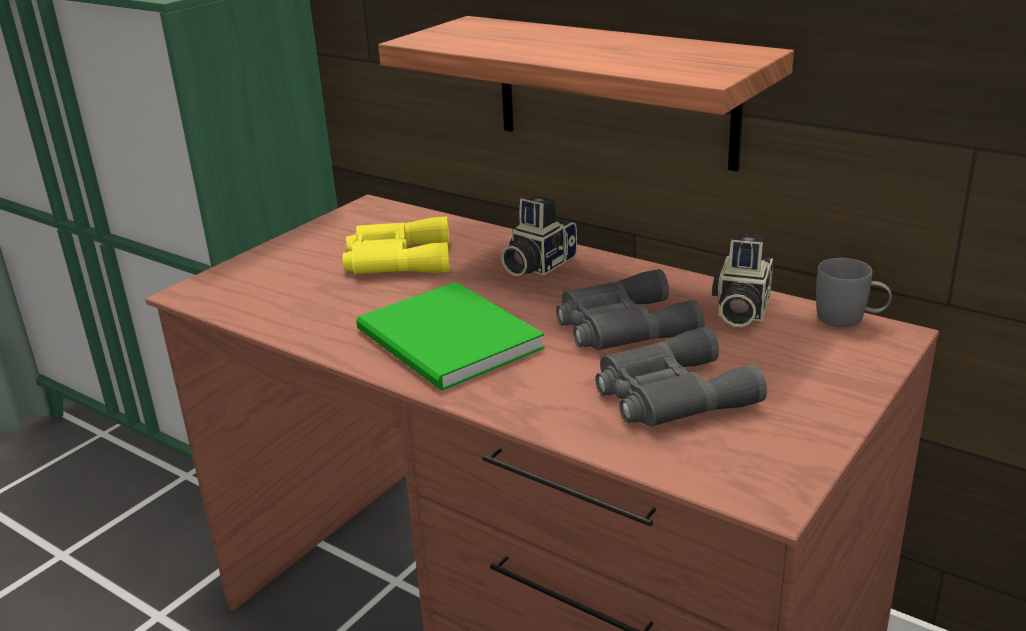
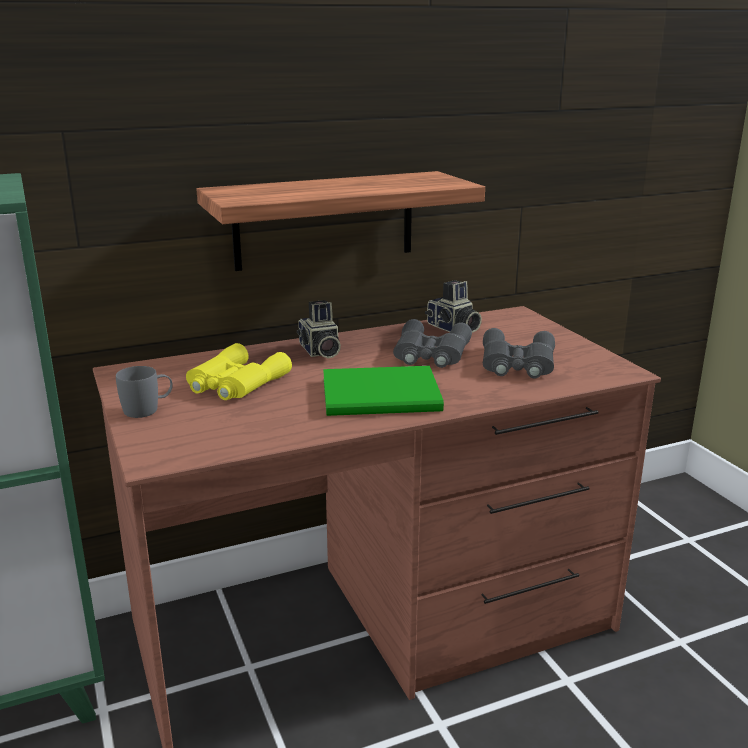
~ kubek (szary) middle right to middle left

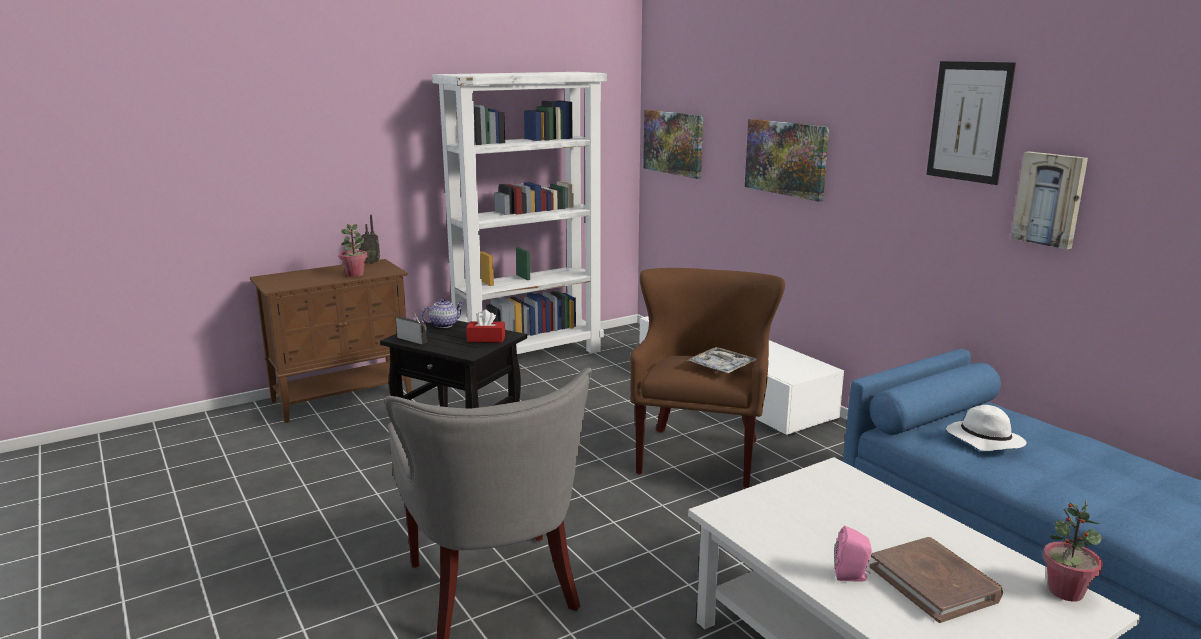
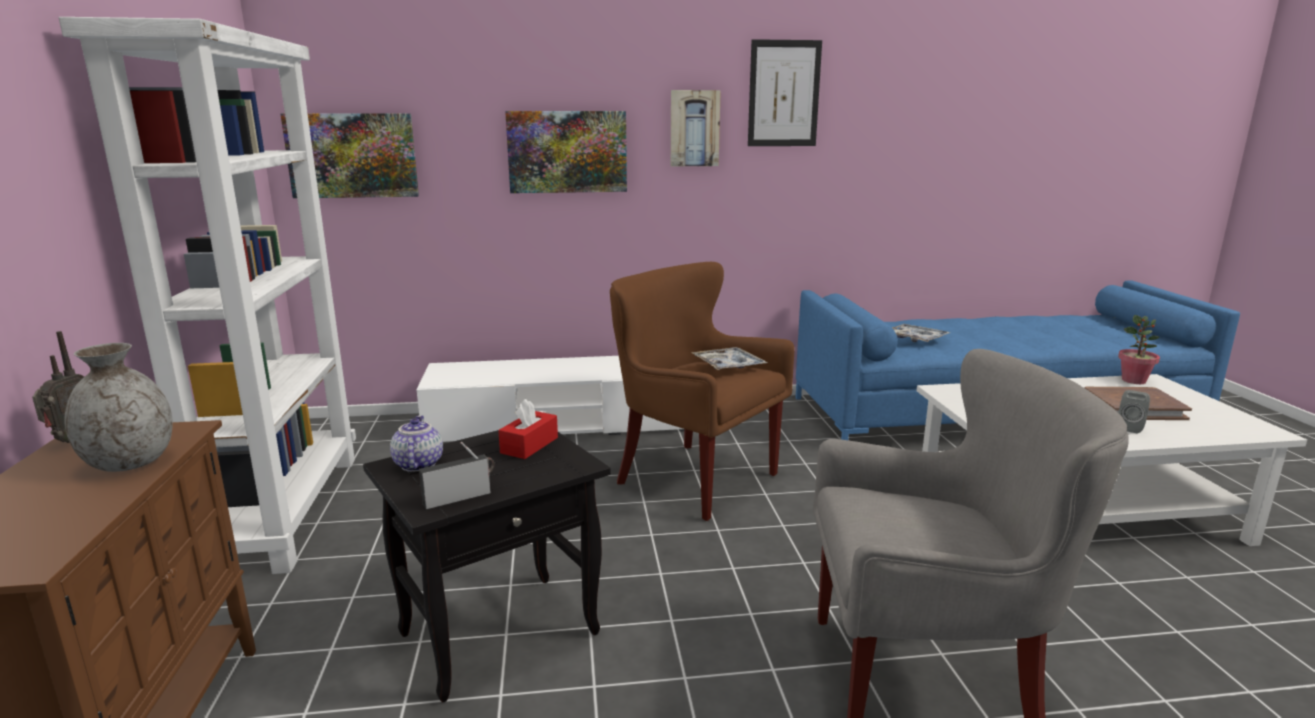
~ roślina doniczkowa (no. 1 from left) middle left to wazon (szary) middle left
~ obraz (no. 4 from left in the first image) top right to obraz (no. 3 from left) top centre
~ kapelusz (biały) bottom right to taca (no. 2 from left) middle right
~ głośnik (różowy) bottom right to głośnik (szary) middle right

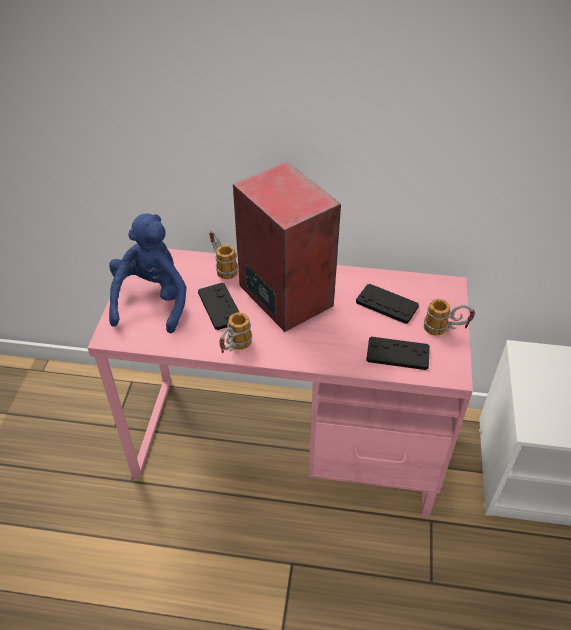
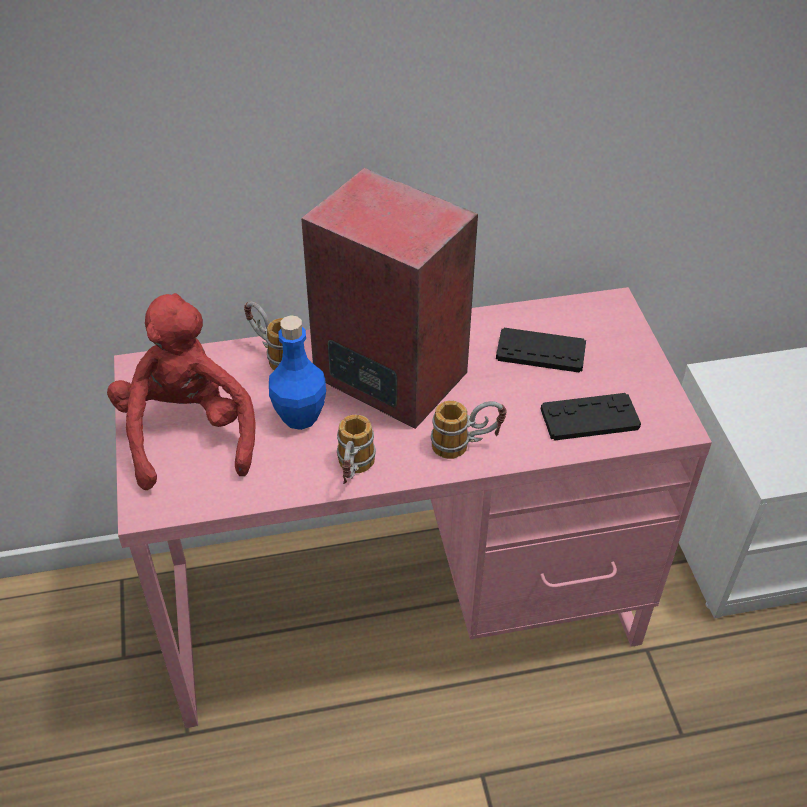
~ pluszak (niebieski) middle left to pluszak (czerwony) middle left
~ pad do gier (czarny) (no. 1 from left) centre to butelka (niebieski) centre
~ kubek (no. 3 from left) middle right to centre

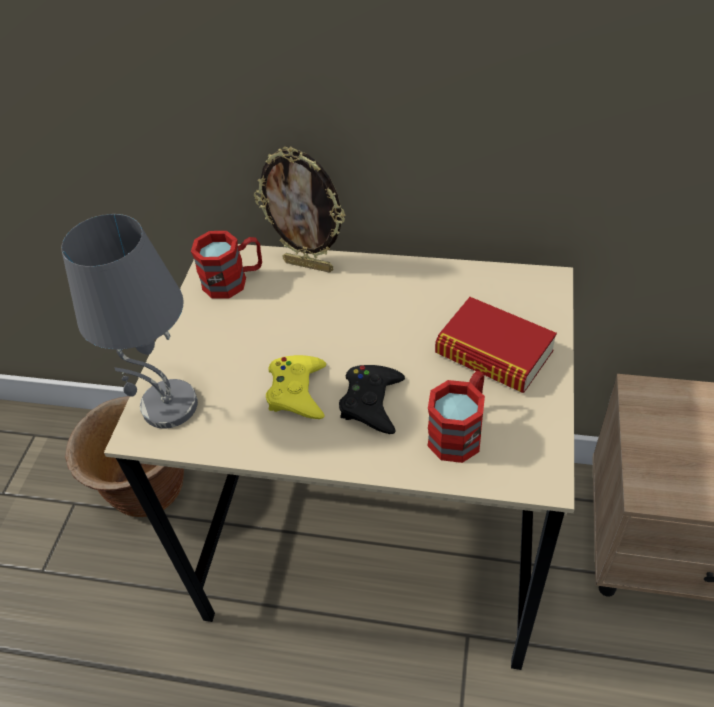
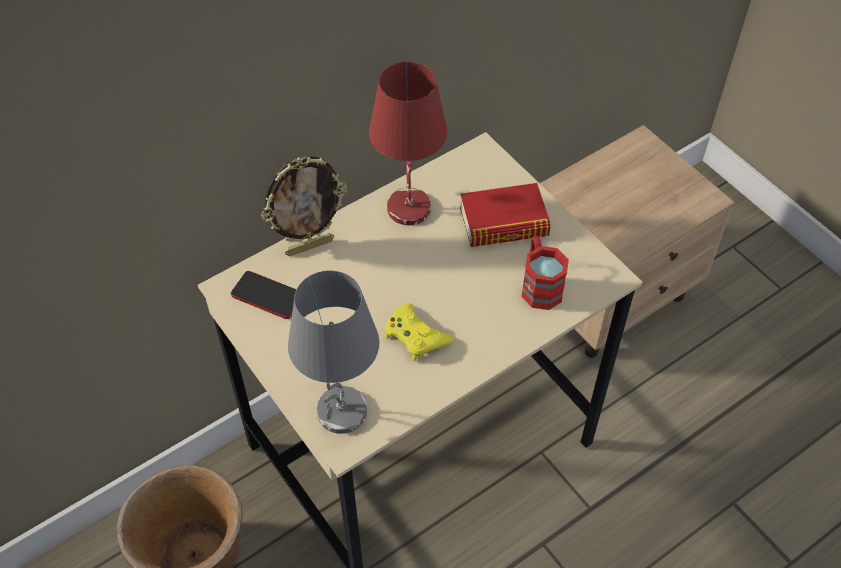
~ kubek (czerwony) (no. 1 from left) middle left to telefon middle left
+ lampa stołowa (czerwony) top centre
- pad do gier (czarny) centre

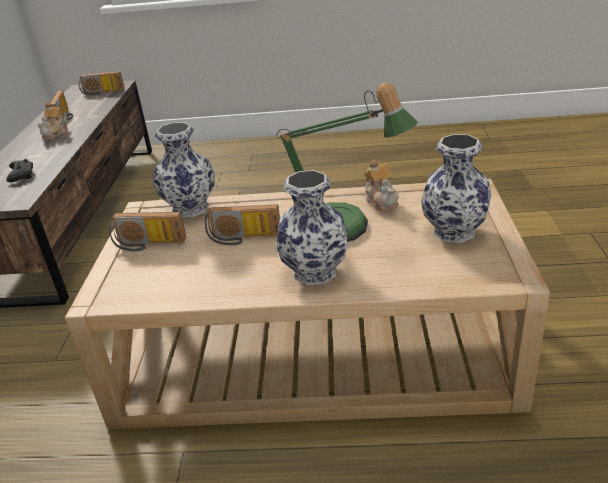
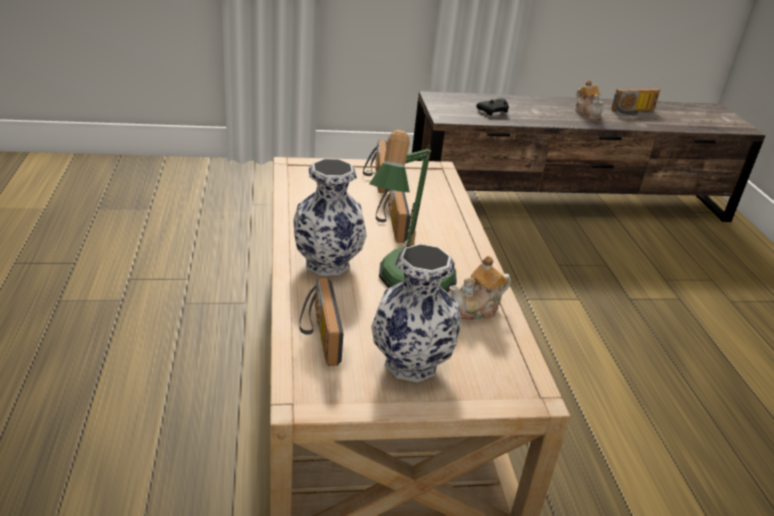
~ radio (no. 2 from left in the first image) top left to radio (no. 1 from left) centre
~ imbryk (no. 1 from left in the first image) top left = top right 120 degrees counterclockwise
- wazon (no. 1 from left) middle left

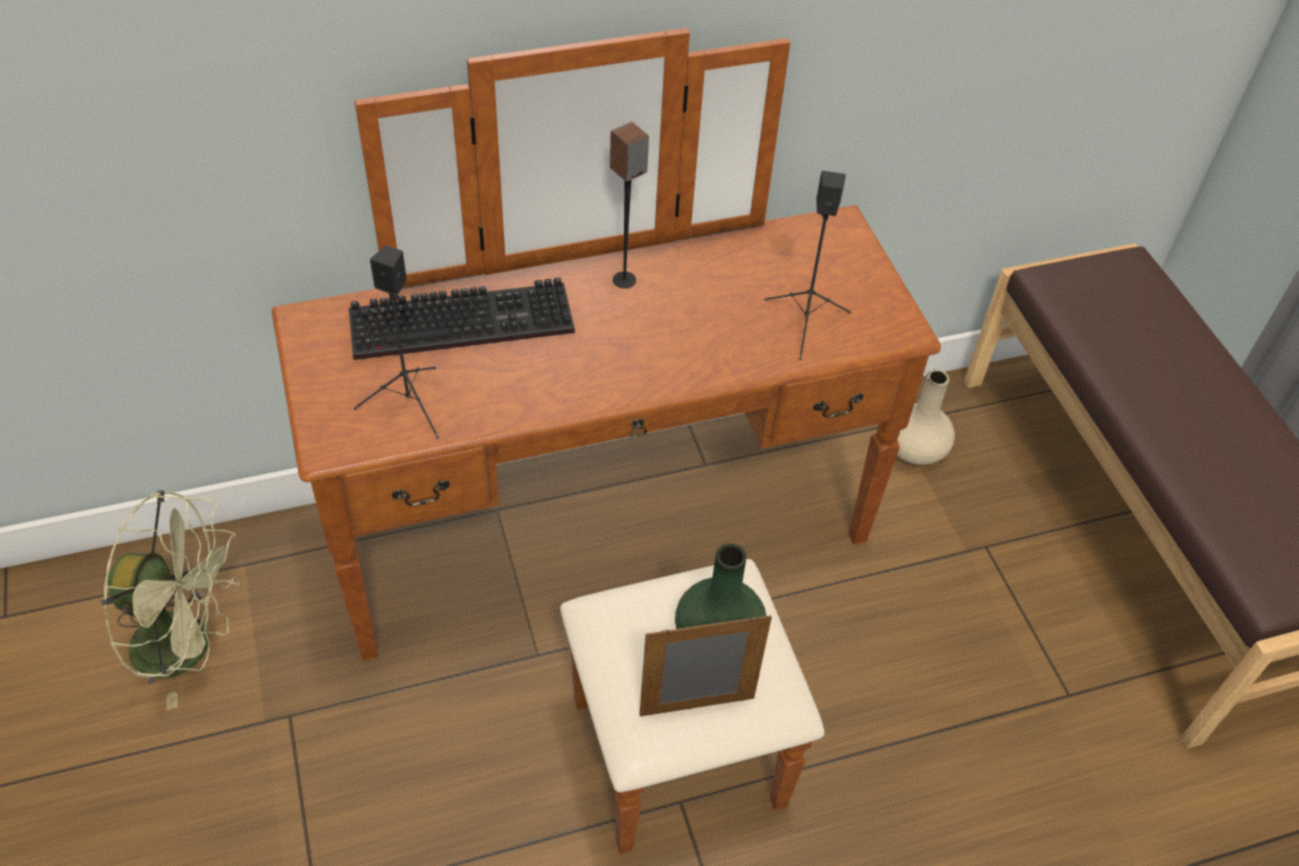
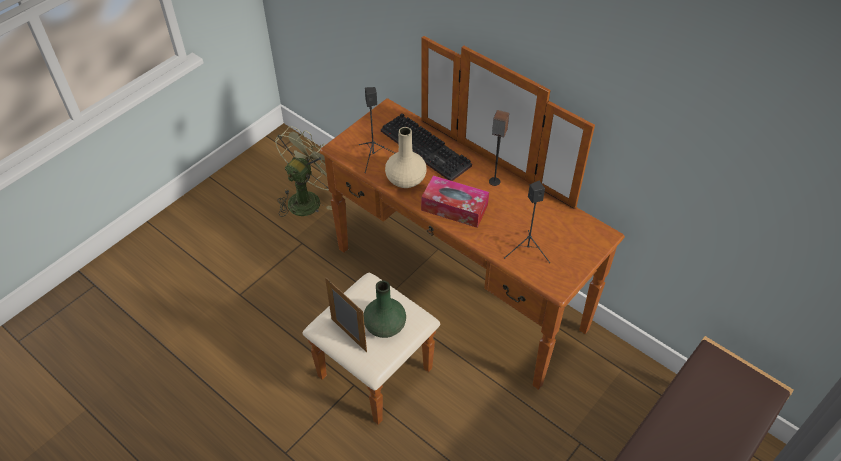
~ wentylator (zielony) bottom left = centre 120 degrees counterclockwise
~ wazon (beżowy) middle right to centre
+ pudełko chusteczek centre

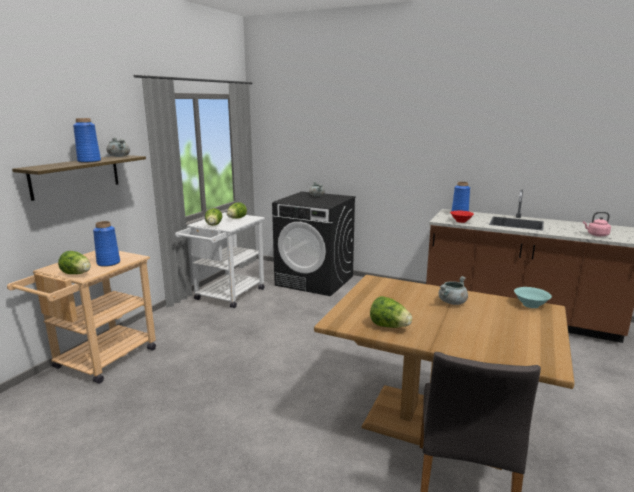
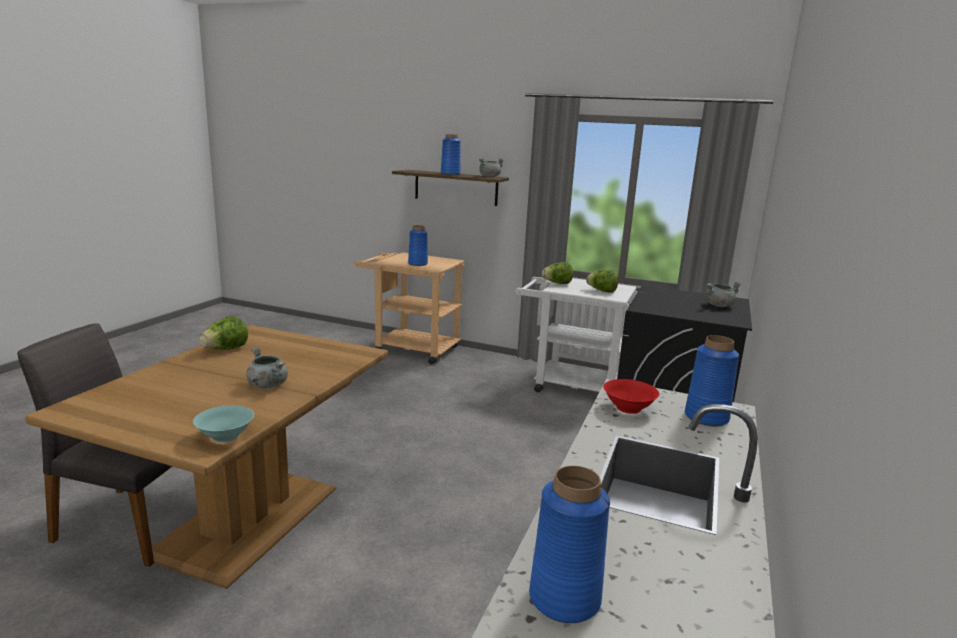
~ czajnik (różowy) middle right to wazon (niebieski) (no. 3 from left) bottom centre
- sałata (no. 1 from left) middle left

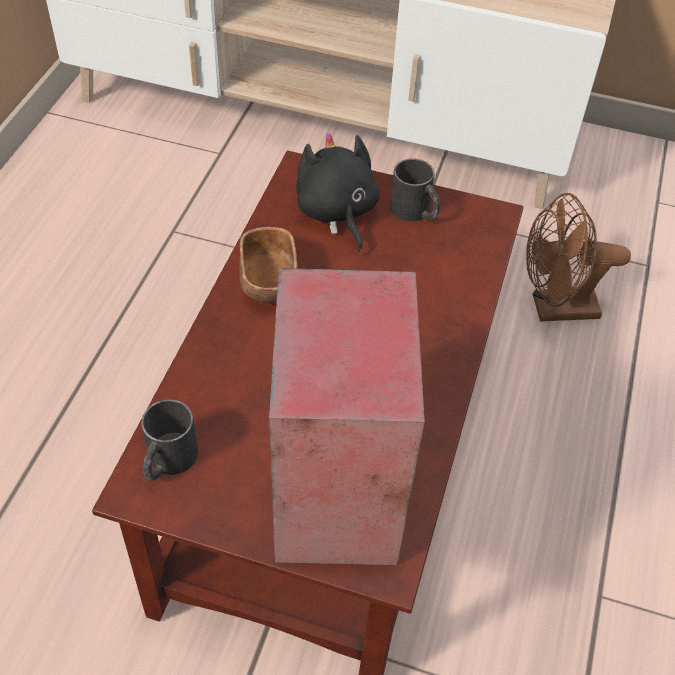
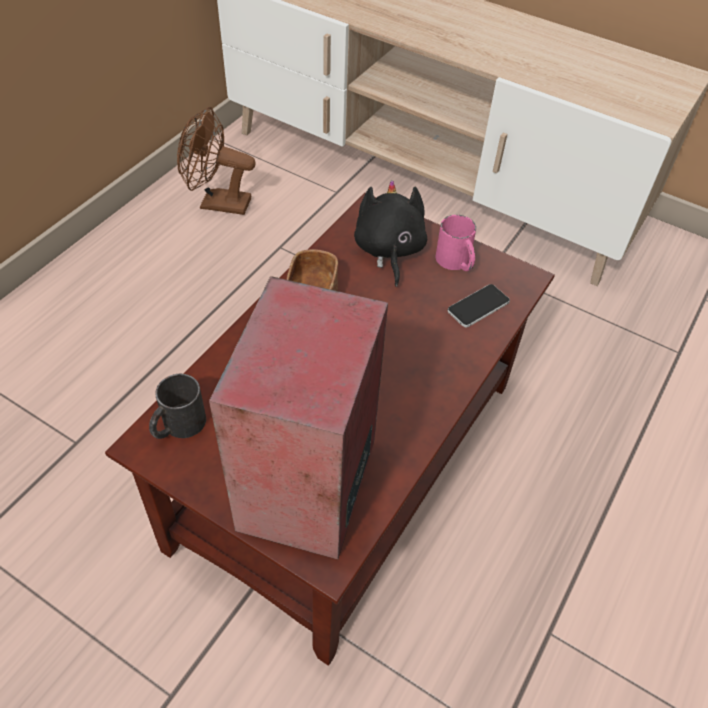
~ wentylator (brązowy) middle right to top left
~ kubek (czarny) (no. 2 from left) top centre to kubek (różowy) centre
+ telefon middle right

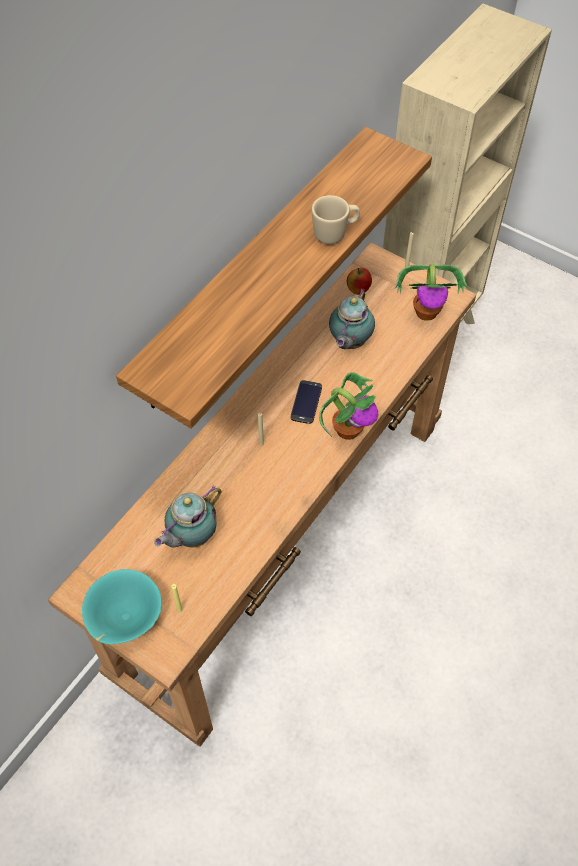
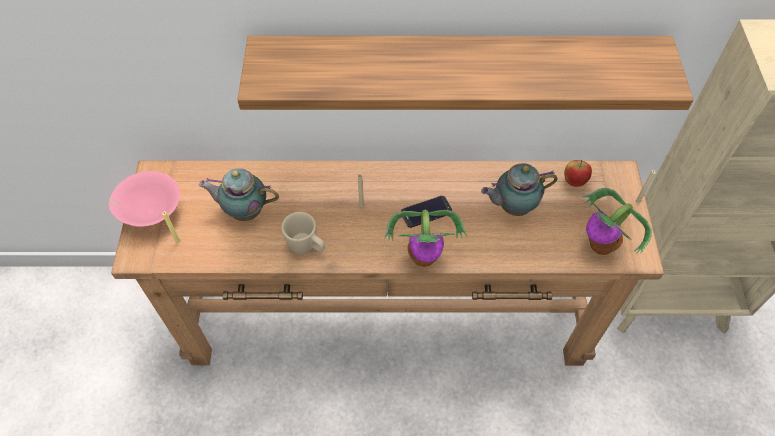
~ miska (turkusowy) bottom left to miska (różowy) middle left
~ kubek (beżowy) top centre to centre

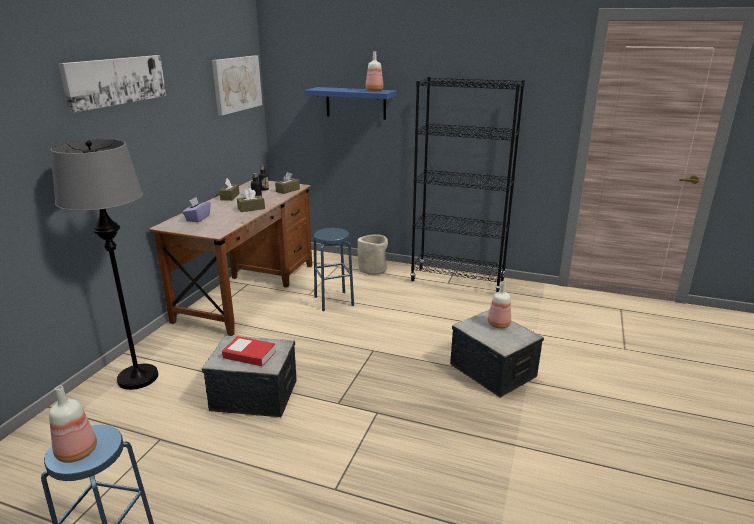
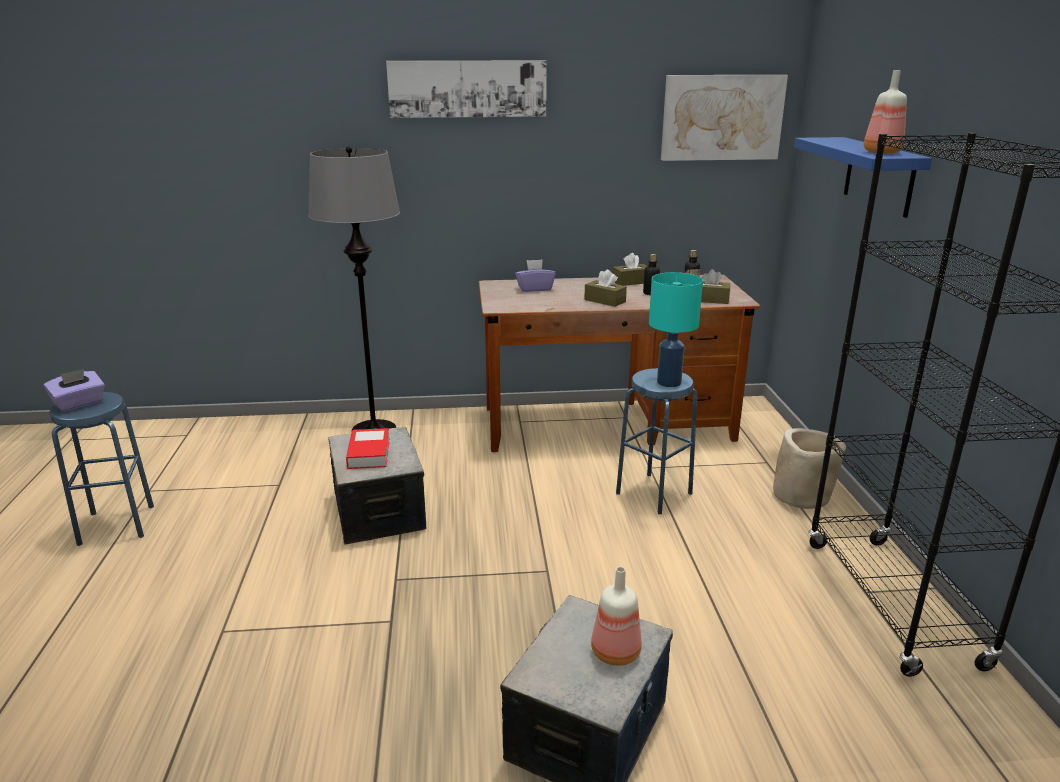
~ butelka (no. 1 from left) bottom left to pudełko chusteczek (fioletowy) (no. 1 from left) middle left
+ lampa stołowa (turkusowy) centre

